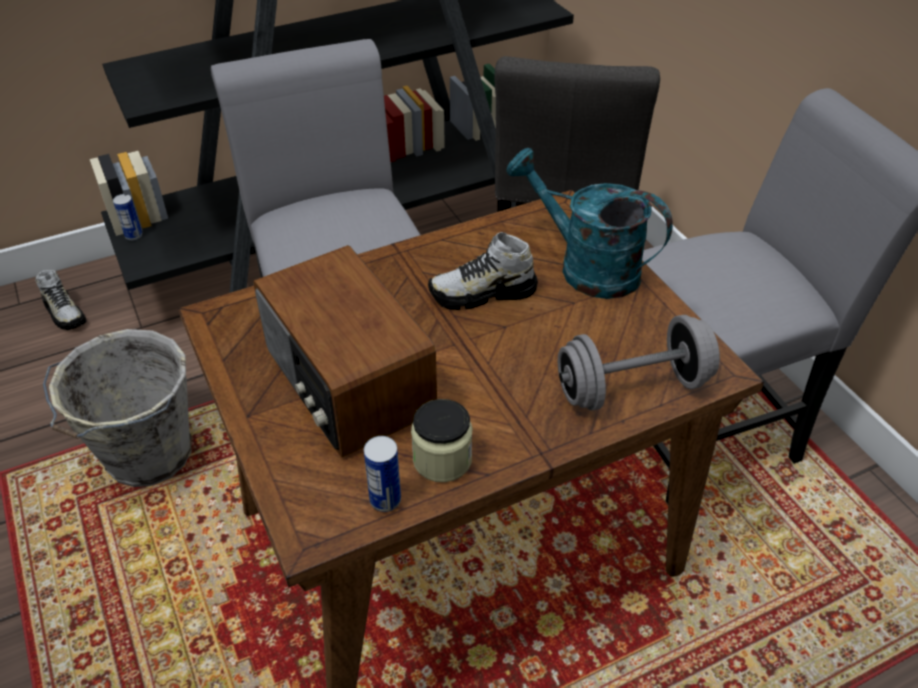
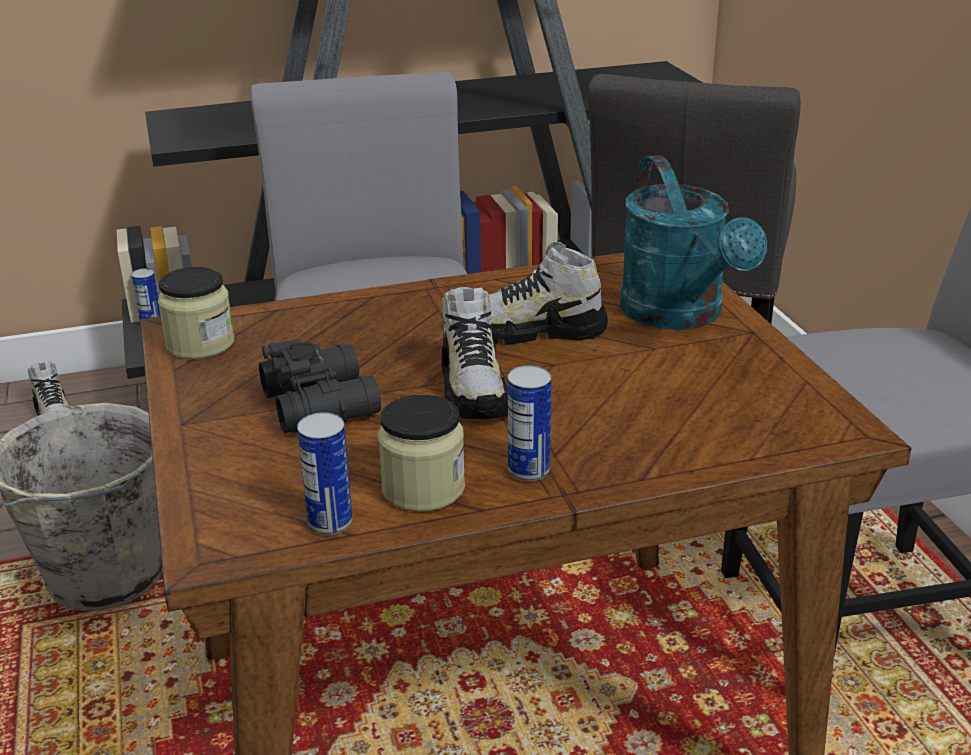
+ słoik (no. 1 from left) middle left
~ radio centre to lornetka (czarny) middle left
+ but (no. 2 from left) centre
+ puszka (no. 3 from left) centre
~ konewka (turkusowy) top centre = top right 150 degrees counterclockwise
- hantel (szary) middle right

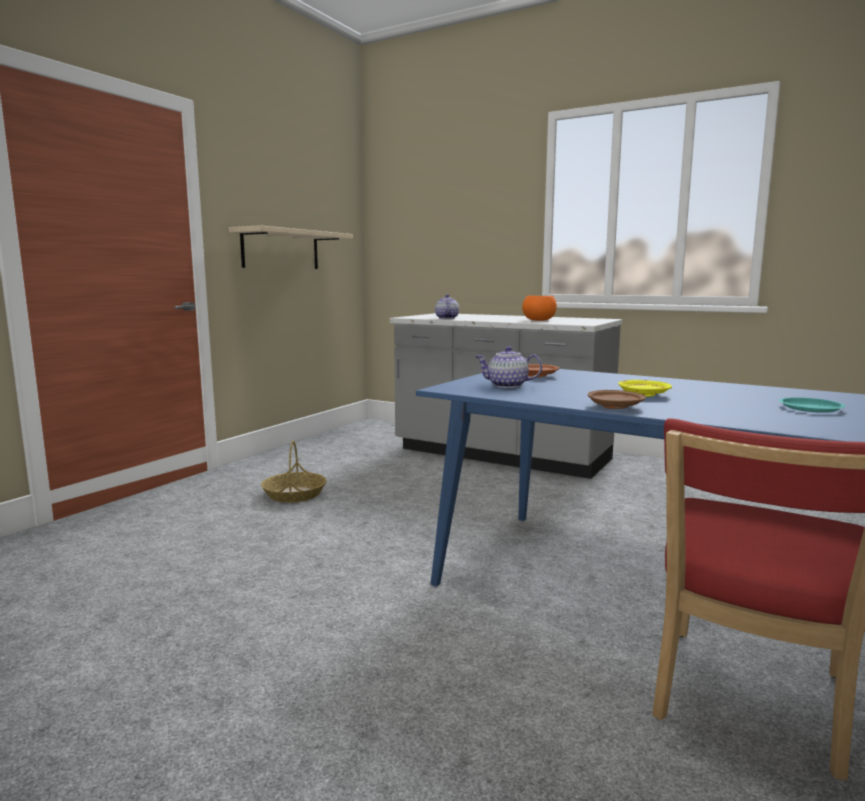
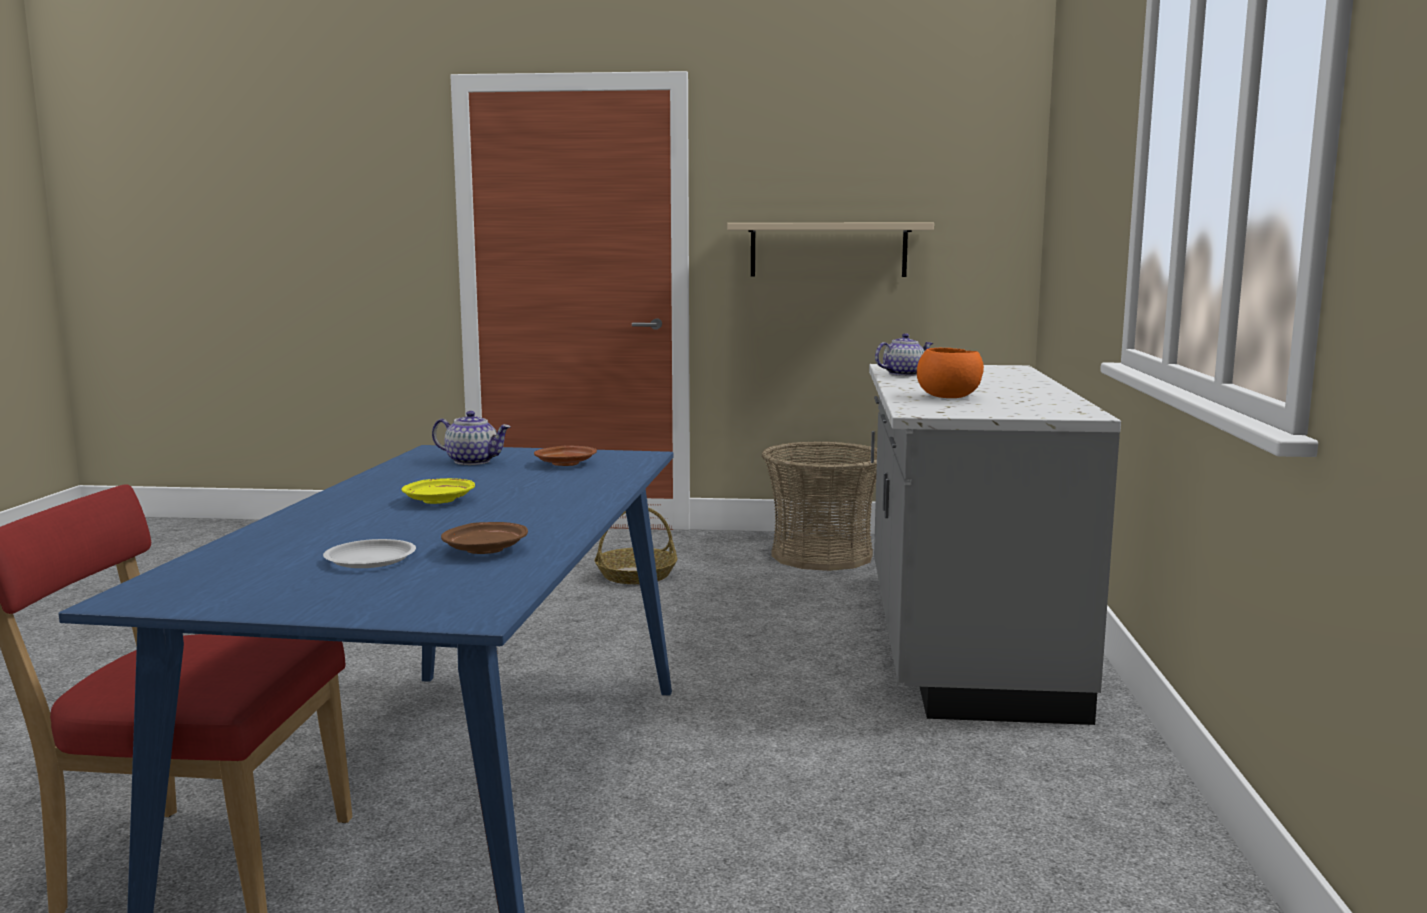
~ talerz (turkusowy) middle right to talerz (biały) middle left
~ imbryk (no. 2 from left in the first image) centre = middle left 120 degrees clockwise
~ talerz (brązowy) (no. 2 from left in the first image) middle right to talerz (brązowy) (no. 1 from left) centre
+ koszyk (no. 2 from left) centre

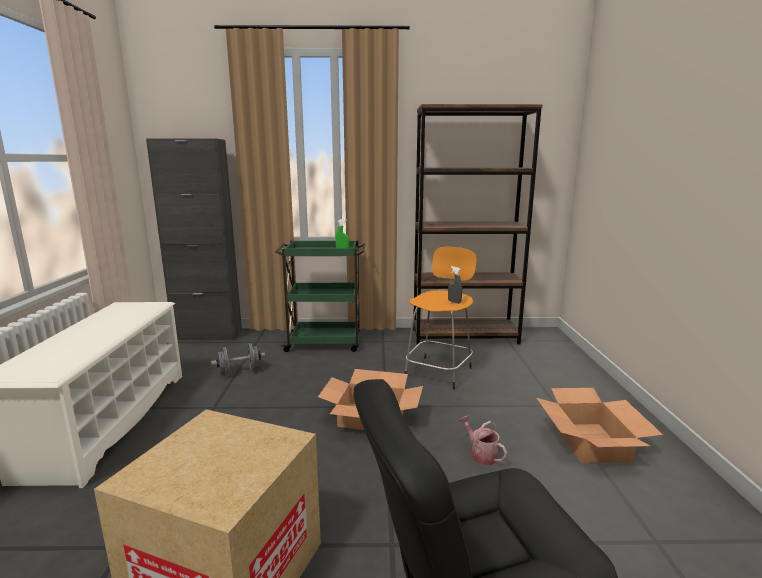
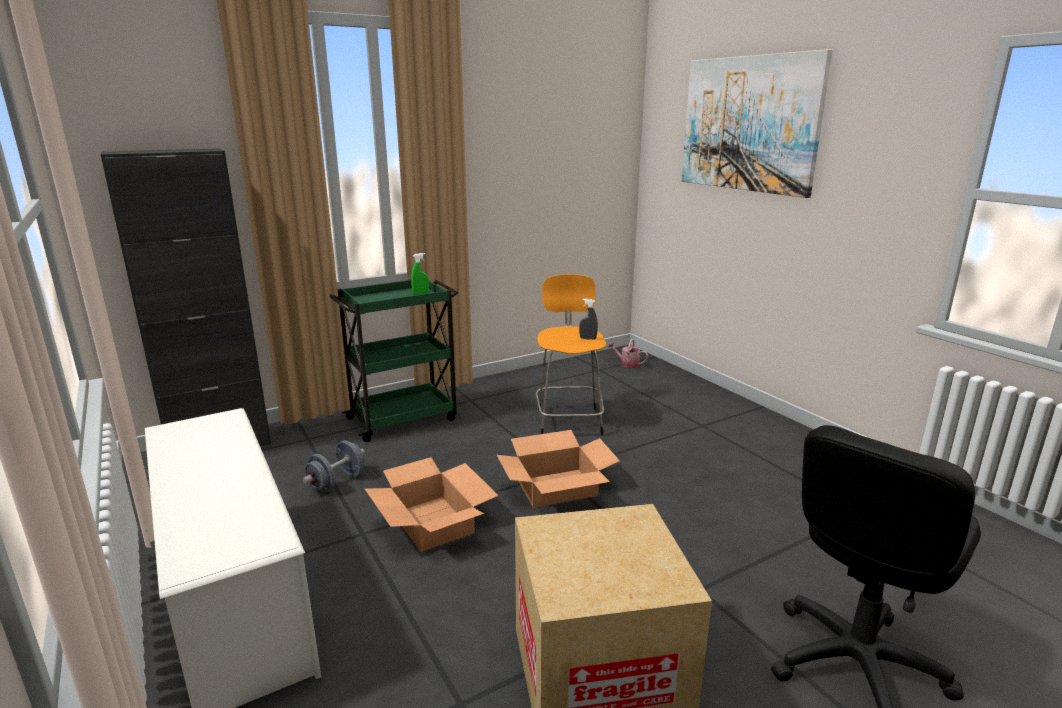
~ karton (no. 3 from left in the first image) bottom right to karton (no. 1 from left) bottom centre
~ konewka bottom centre to centre
+ obraz top right
- regał (brązowy) centre

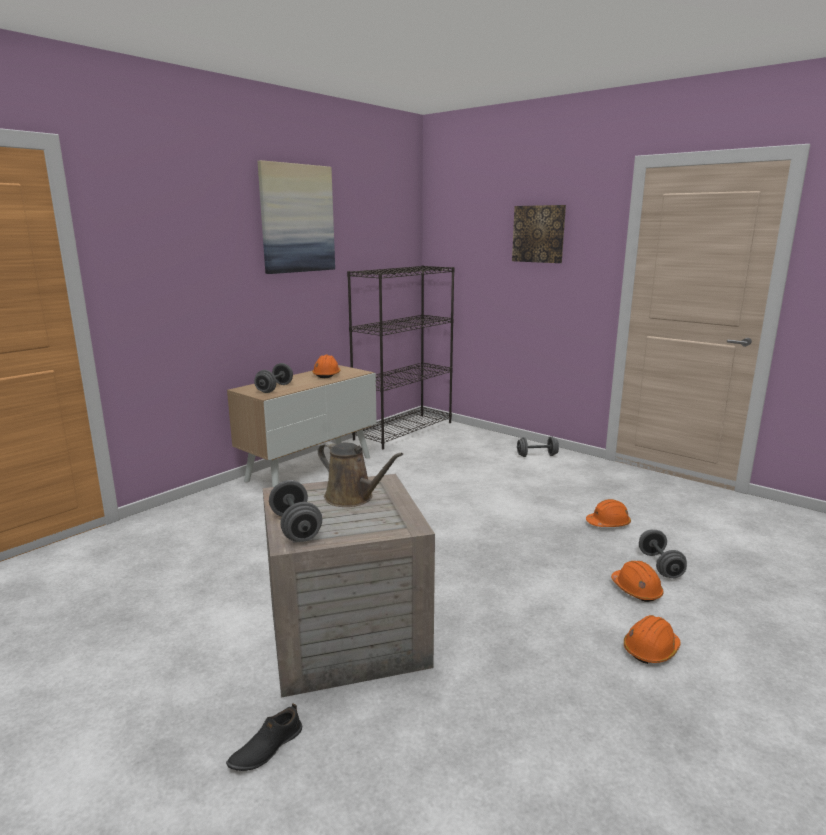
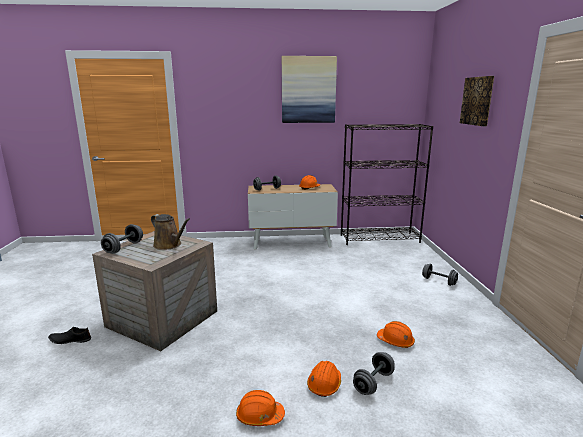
~ konewka (brązowy) centre = middle left 45 degrees counterclockwise

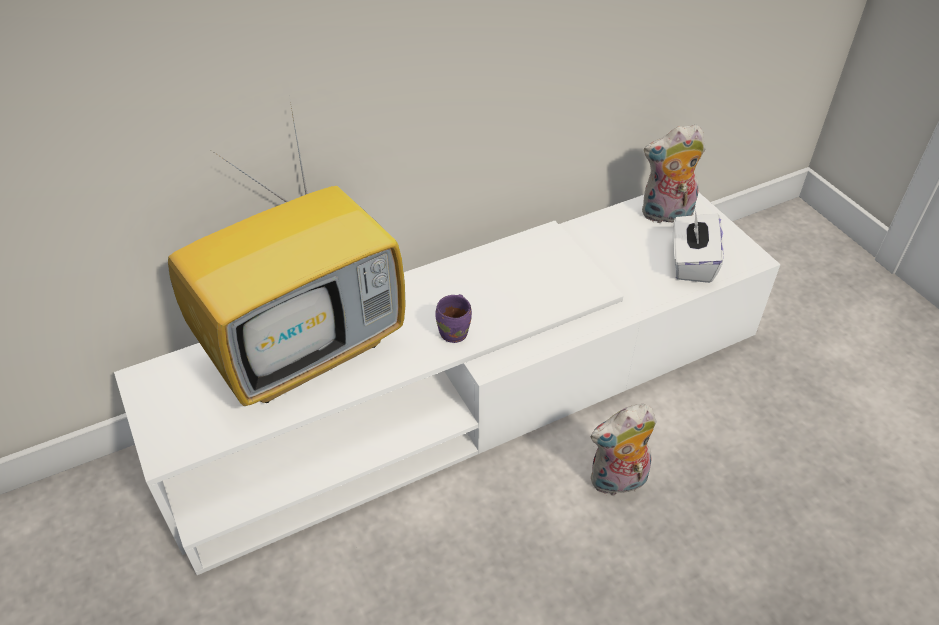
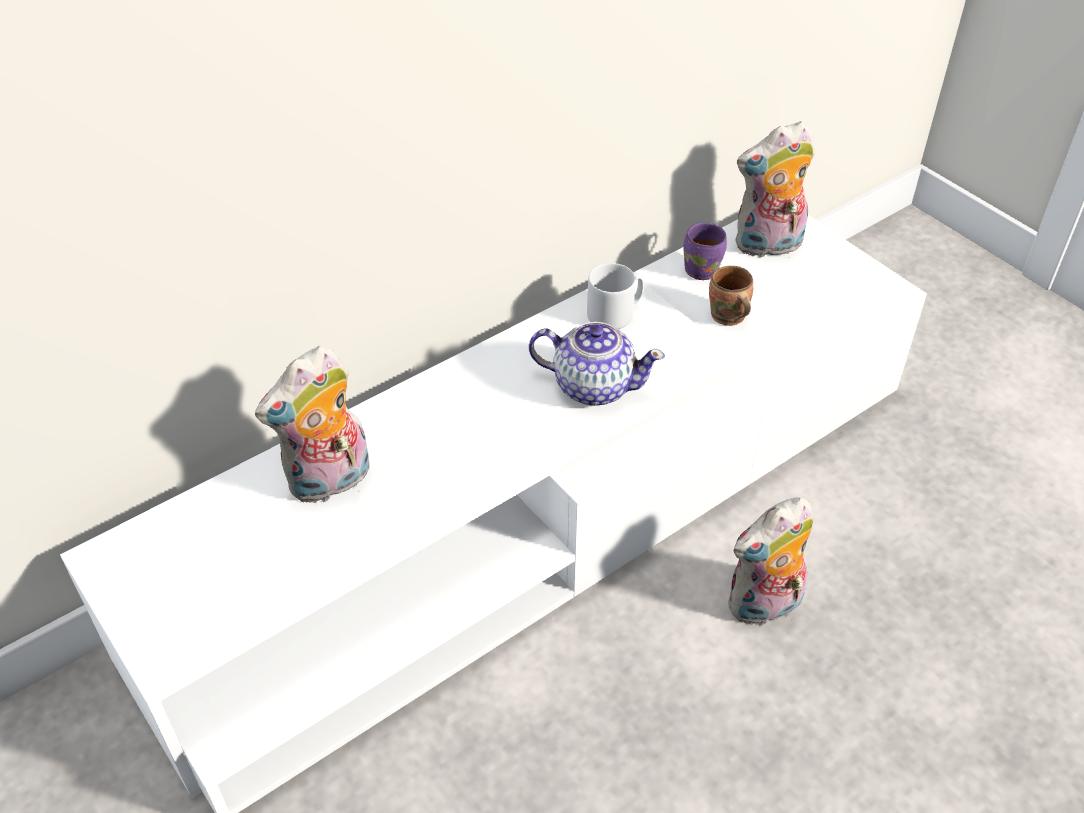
~ telewizor middle left to pluszak (no. 1 from left) middle left
+ imbryk centre
+ kubek (szary) centre
~ kubek (fioletowy) centre to top centre
+ kubek (brązowy) middle right
- pudełko chusteczek (biały) middle right

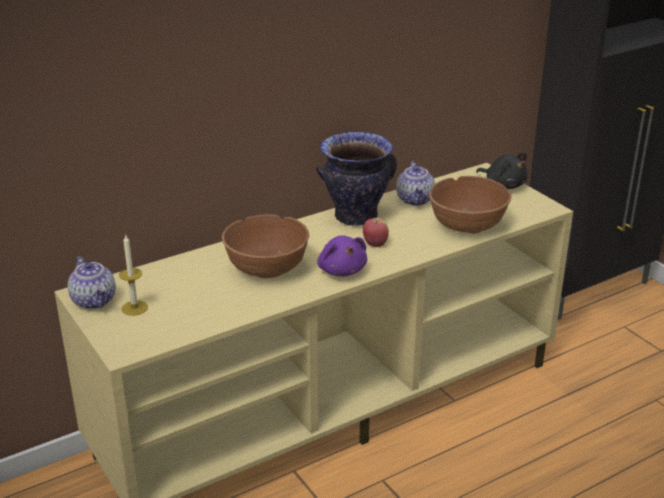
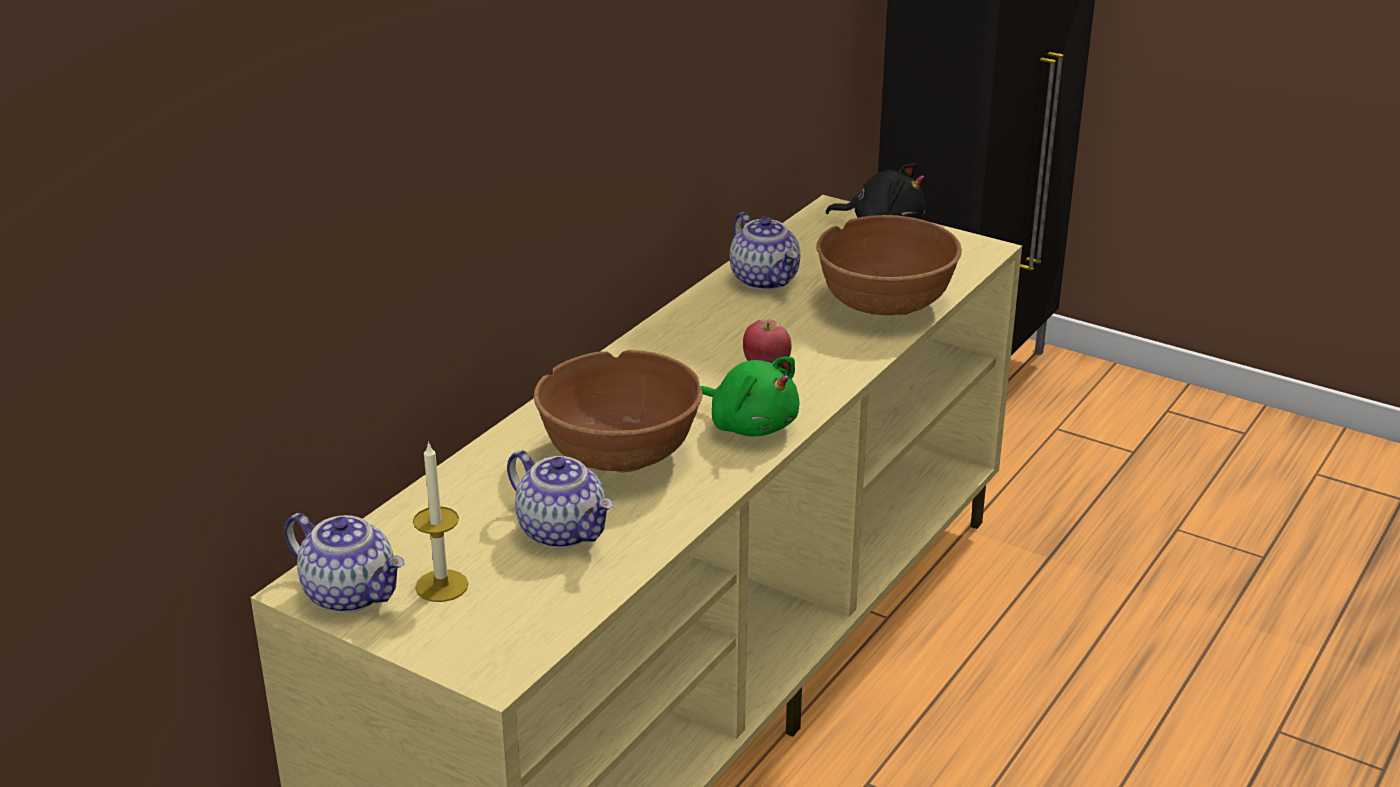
+ imbryk (no. 2 from left) centre
~ pluszak (fioletowy) centre to pluszak (zielony) centre
- wazon centre

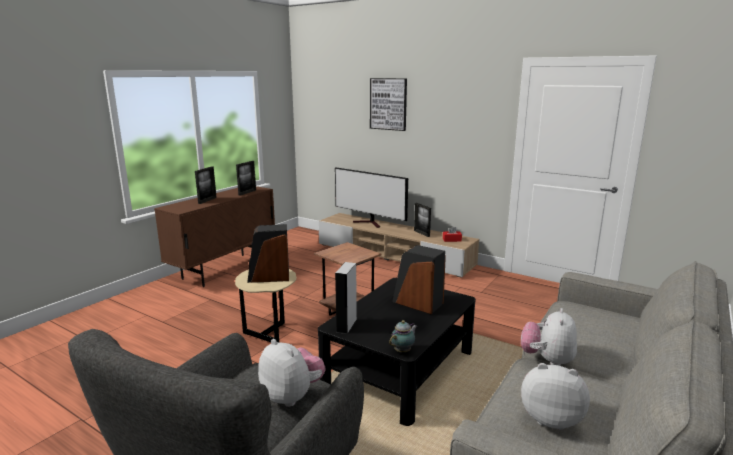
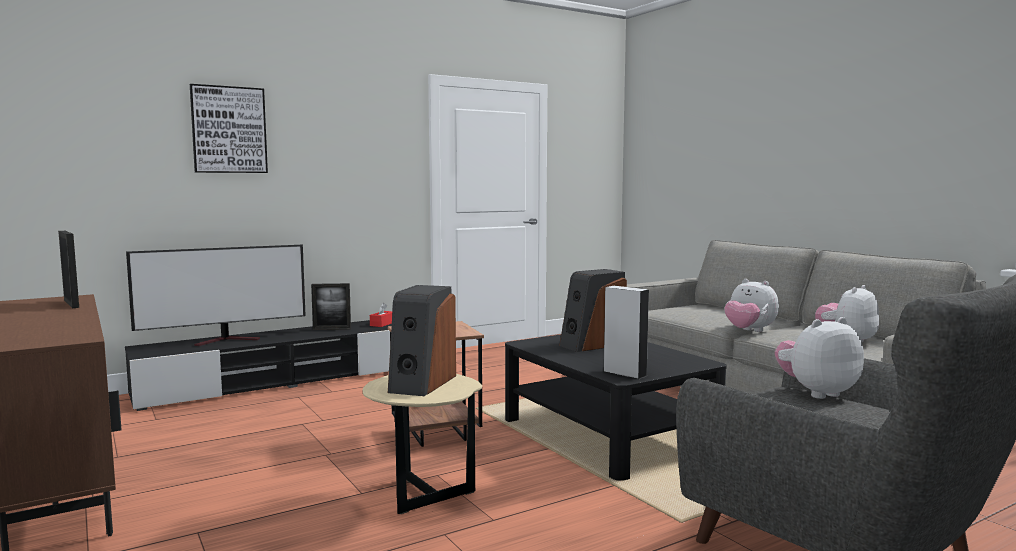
~ szafka pod telewizor (beżowy) centre to szafka pod telewizor (czarny) middle left
- ramka na zdjęcie (no. 1 from left) middle left
- imbryk bottom centre

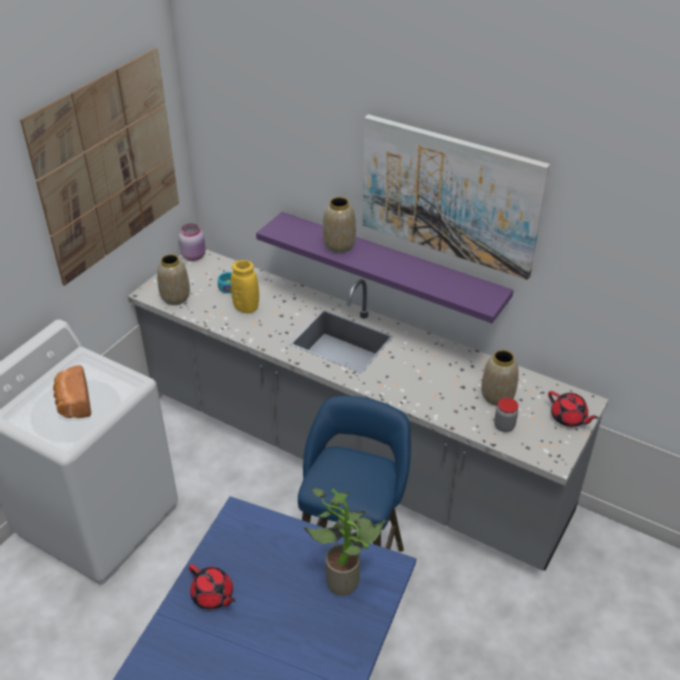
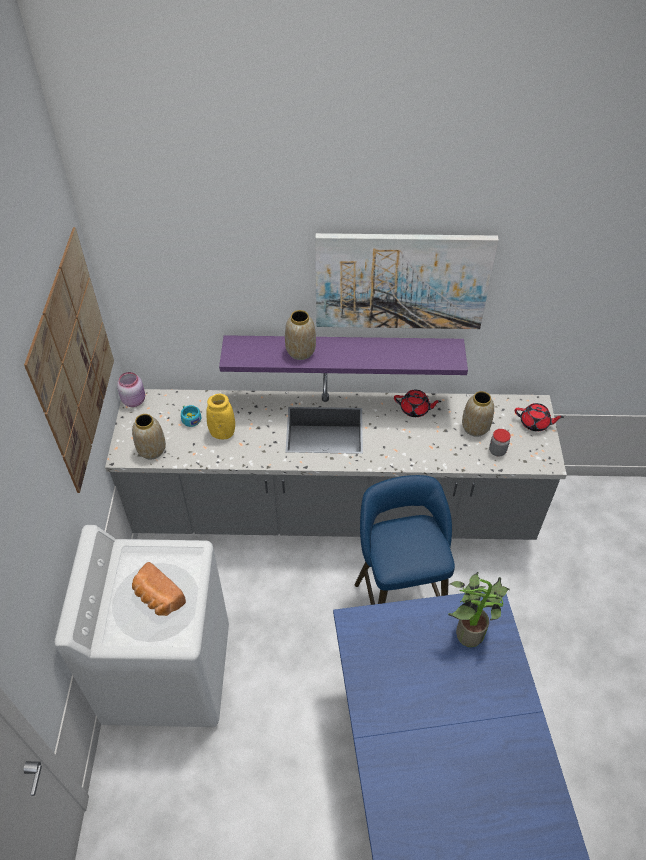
~ imbryk (czerwony) (no. 1 from left) bottom left to centre

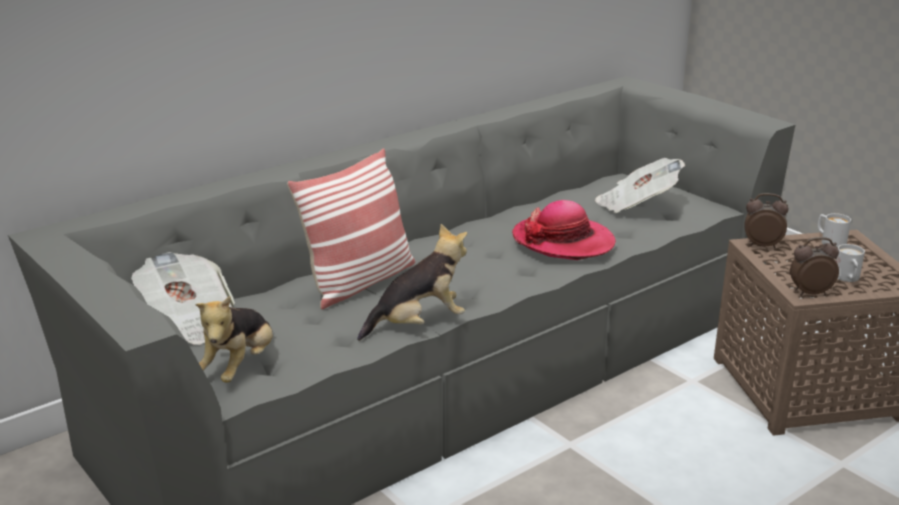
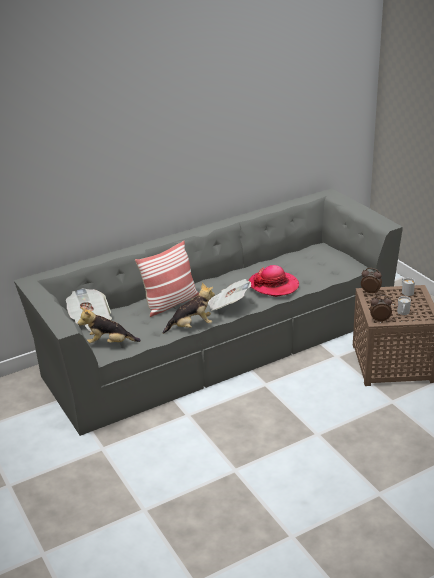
~ pluszak (no. 1 from left) bottom left = middle left 60 degrees clockwise
~ gazeta (no. 2 from left) middle right to centre

